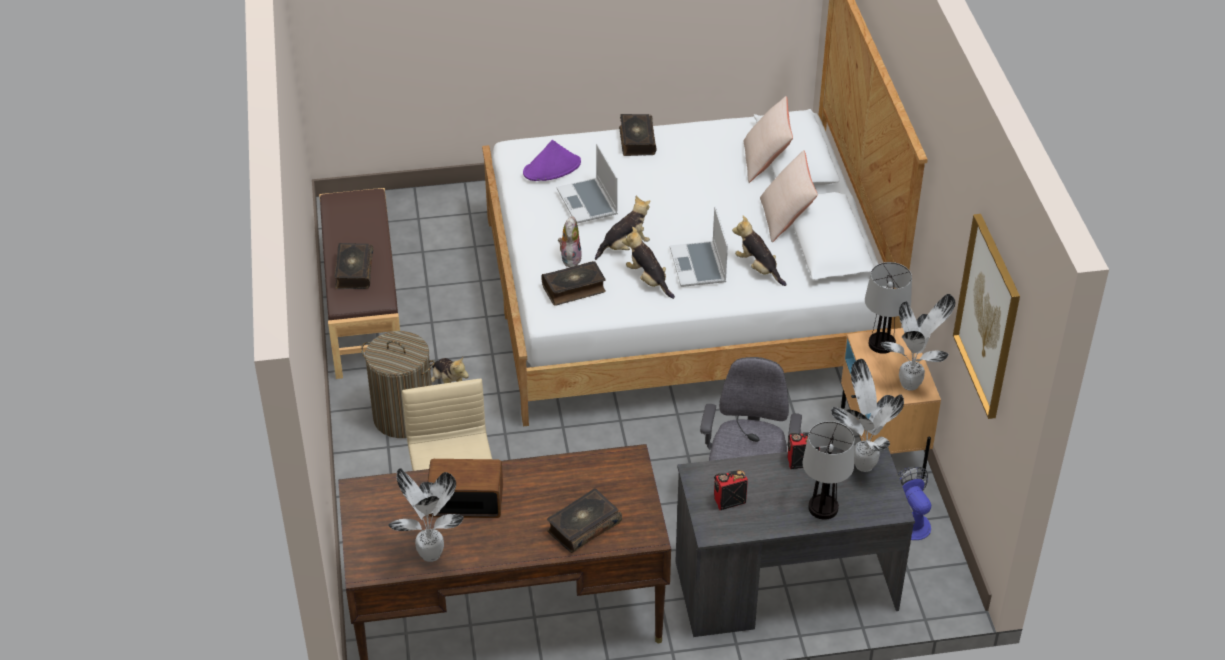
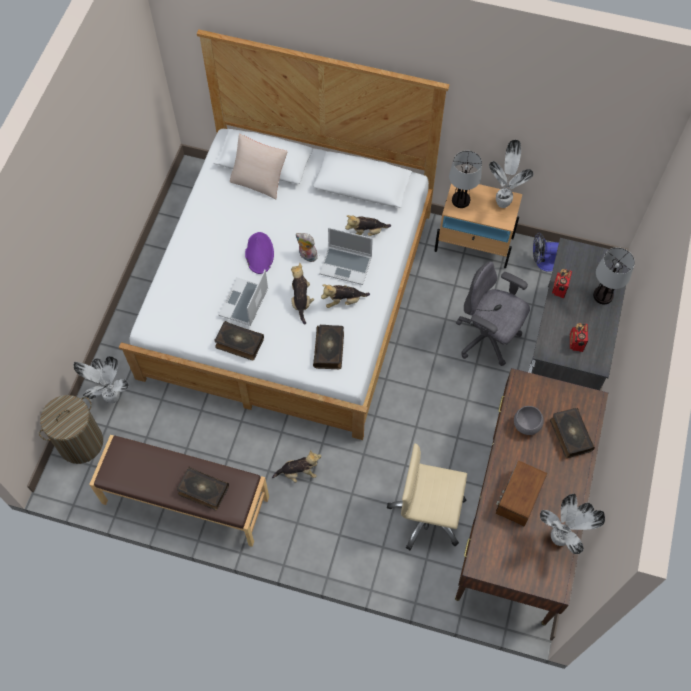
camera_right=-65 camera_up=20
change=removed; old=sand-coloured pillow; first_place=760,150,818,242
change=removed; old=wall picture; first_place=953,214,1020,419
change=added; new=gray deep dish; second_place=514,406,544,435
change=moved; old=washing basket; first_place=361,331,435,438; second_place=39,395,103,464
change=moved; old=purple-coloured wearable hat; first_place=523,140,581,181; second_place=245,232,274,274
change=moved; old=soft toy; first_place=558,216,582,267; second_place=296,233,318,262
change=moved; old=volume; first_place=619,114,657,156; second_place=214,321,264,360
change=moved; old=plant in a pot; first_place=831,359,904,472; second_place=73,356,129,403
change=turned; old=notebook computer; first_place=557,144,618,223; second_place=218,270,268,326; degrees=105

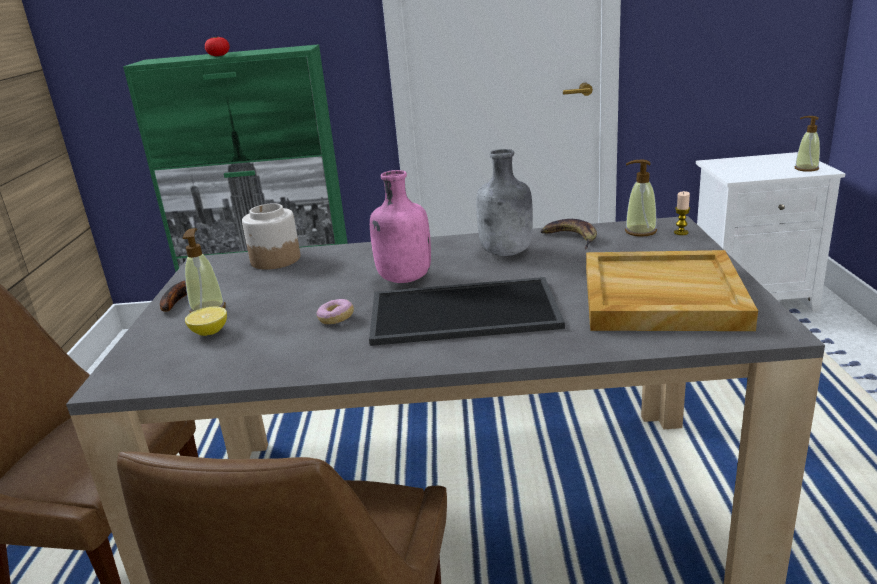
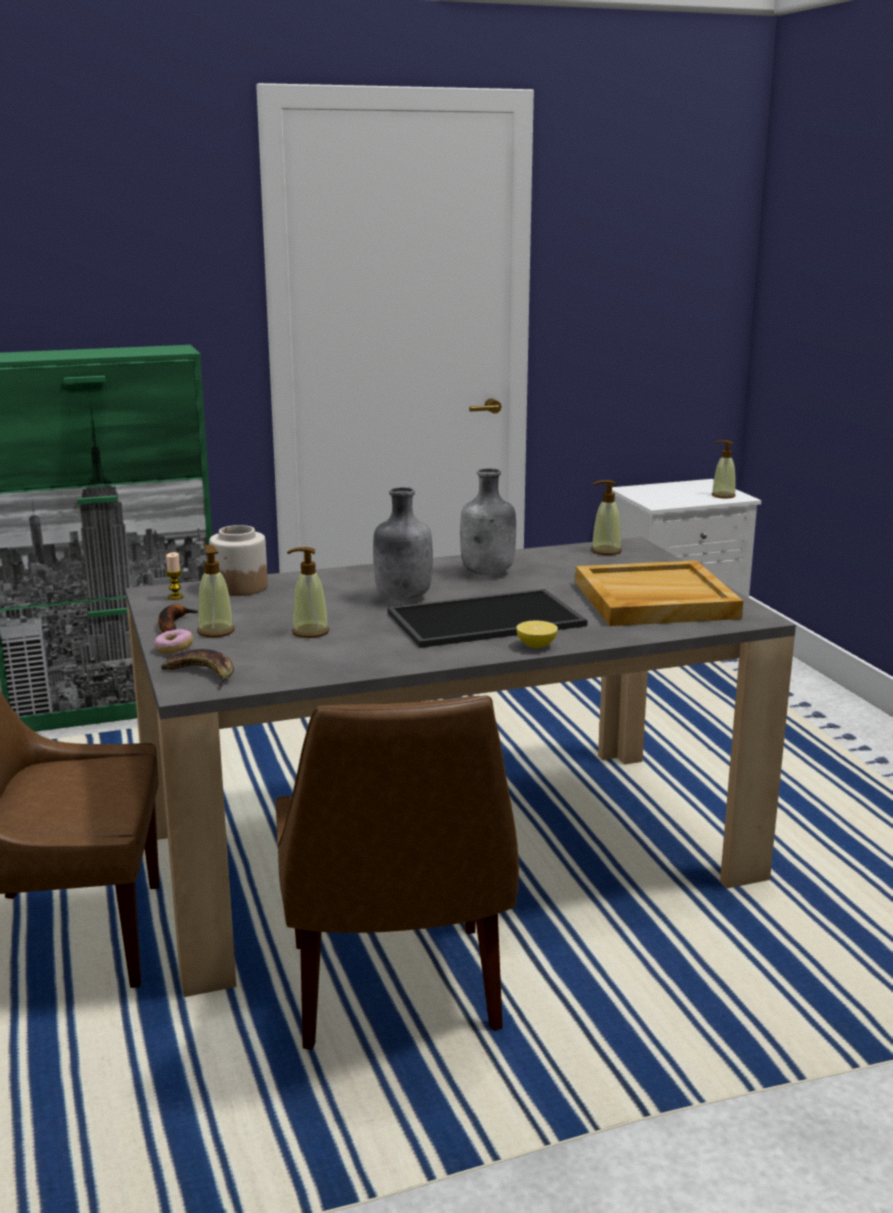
camera_right=-20 camera_up=-5
change=removed; old=tomato; first_place=205,37,230,56
change=added; new=liquid soap bottle; second_place=287,547,329,638
change=moved; old=whole lemon; first_place=185,307,227,336; second_place=516,621,558,648
change=moved; old=ring doughnut; first_place=317,299,354,324; second_place=154,629,193,654
change=moved; old=whole banana; first_place=541,219,597,249; second_place=161,649,234,690
change=moved; old=wax light; first_place=674,191,690,235; second_place=166,552,184,600
change=recoloured; old=pink bottle; new=gray bottle; first_place=370,170,431,283; second_place=373,487,433,600

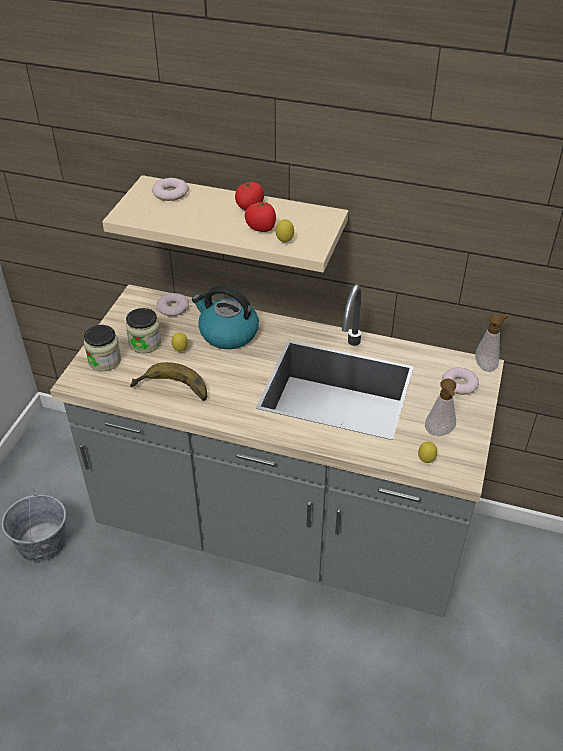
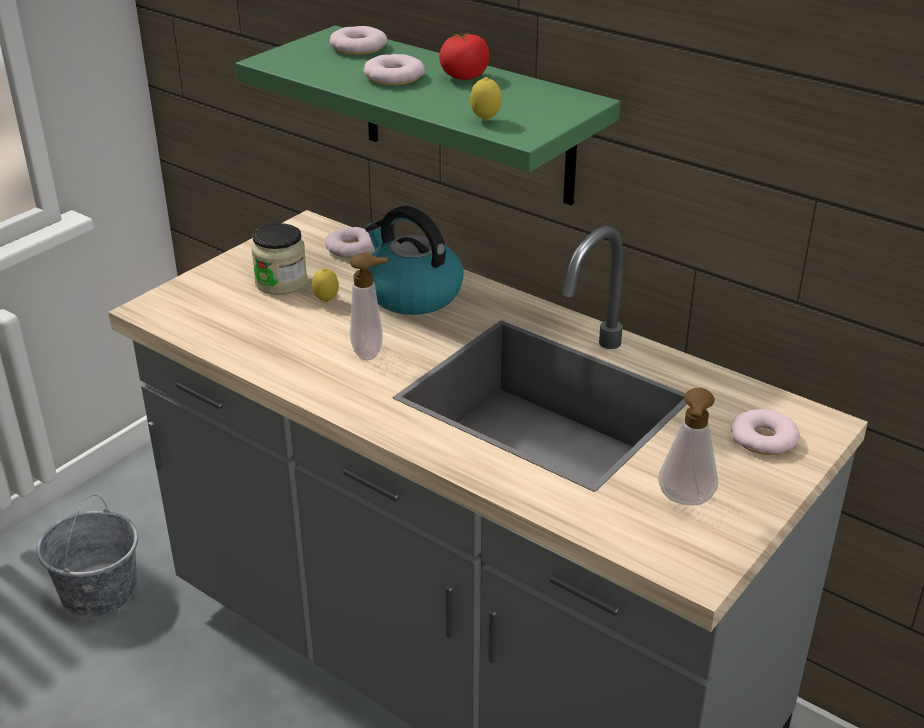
camera_right=20 camera_up=-10
change=removed; old=storage jar; first_place=84,325,122,371
change=removed; old=whole banana; first_place=130,362,207,401
change=removed; old=tomato; first_place=245,200,276,232
change=removed; old=whole lemon; first_place=418,441,437,463
change=added; new=ring doughnut; second_place=363,54,425,85
change=moved; old=liquid soap bottle; first_place=475,314,509,372; second_place=350,253,387,360
change=recoloured; old=sand-coloured shelf; new=greenish shelf; first_place=102,175,348,273; second_place=236,26,620,206

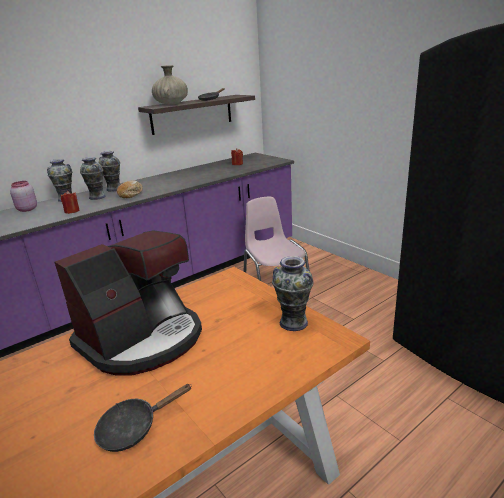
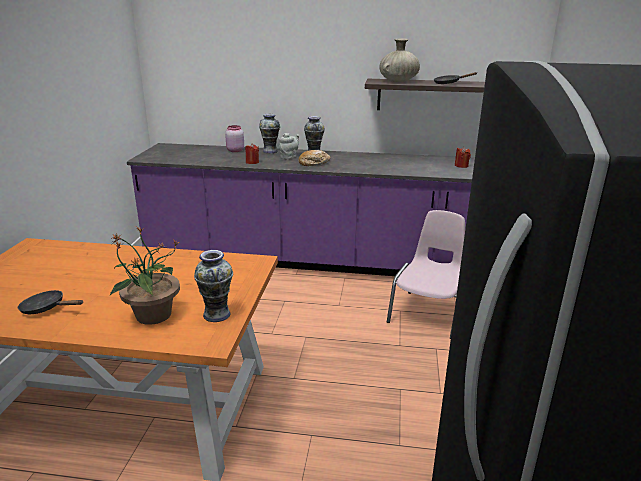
camera_right=45 camera_up=0
change=removed; old=coffee maker; first_place=55,230,202,376
change=added; new=plant in a pot; second_place=110,227,180,325
change=replaced; old=decorative vase; new=gray tea pot; first_place=80,157,106,200; second_place=279,133,299,159

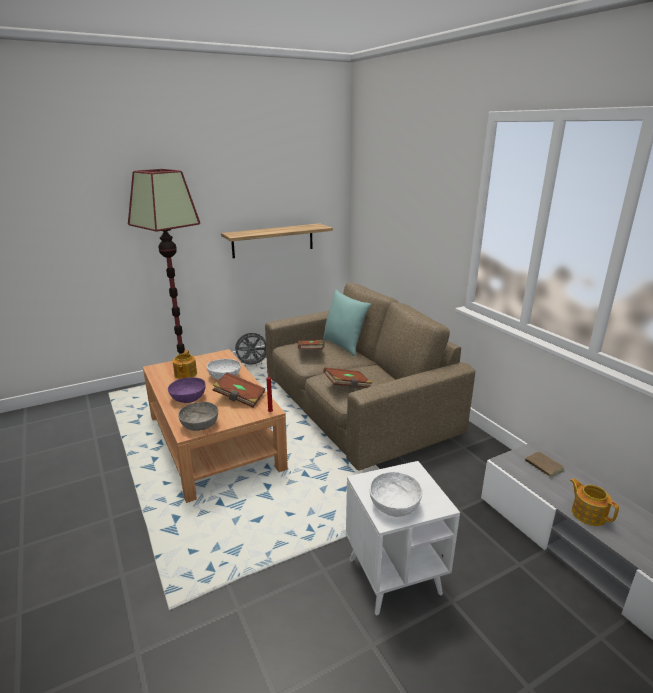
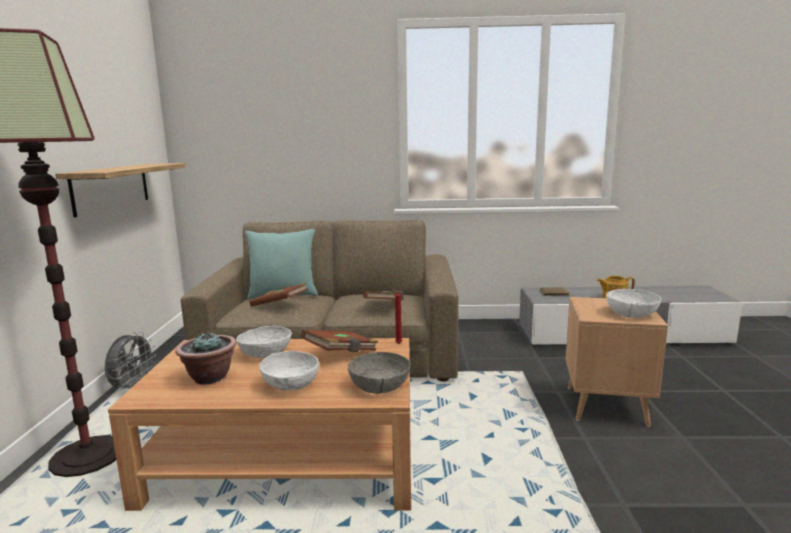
camera_right=-60 camera_up=-10
change=replaced; old=tea pot; new=plant in a pot; first_place=173,350,197,379; second_place=175,331,236,385
change=recoloured; old=purple-coloured deep dish; new=whitish deep dish; first_place=168,377,206,403; second_place=259,351,319,390
change=recoloured; old=whitish end table; new=brown-coloured end table; first_place=346,461,460,615; second_place=565,297,668,427

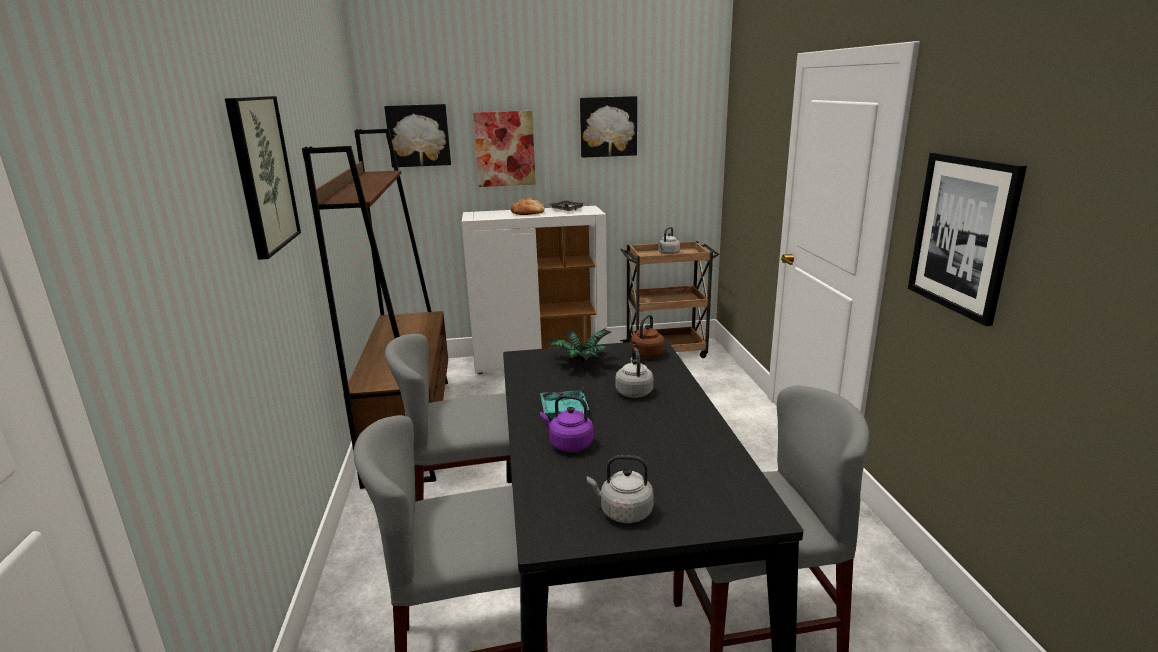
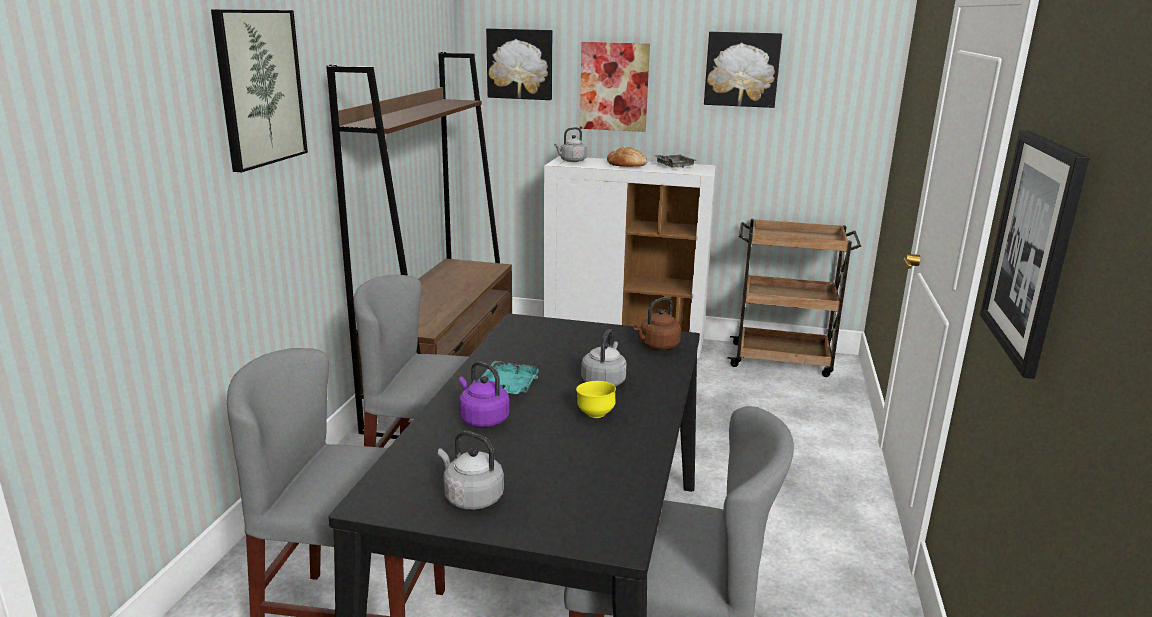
camera_right=20 camera_up=0
change=removed; old=plant in a pot; first_place=547,328,616,362
change=added; new=yellowish deep dish; second_place=576,381,616,418
change=moved; old=gray water kettle; first_place=658,227,680,255; second_place=554,127,587,162

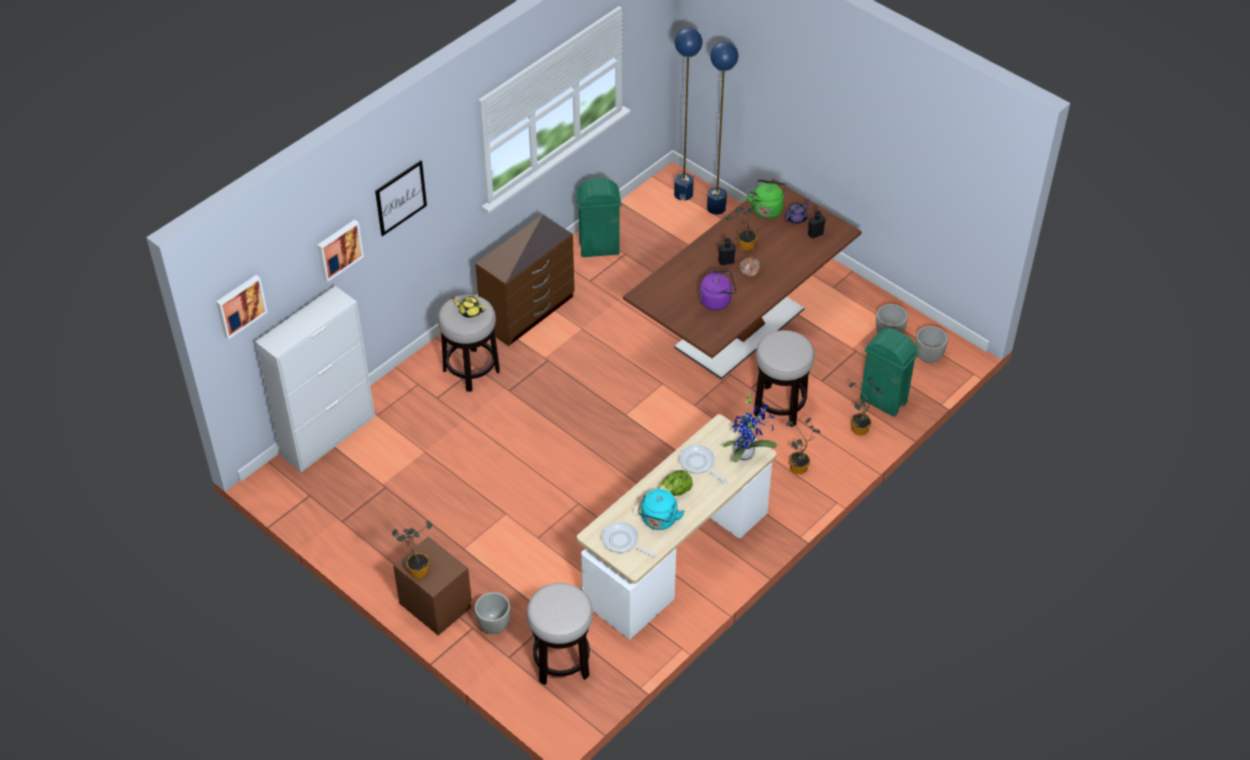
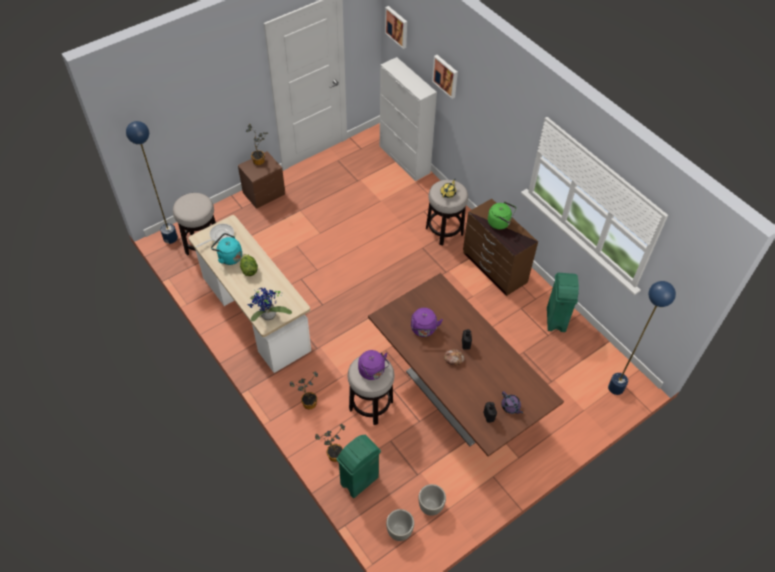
camera_right=100 camera_up=5
change=removed; old=wall picture; first_place=375,160,427,236
change=removed; old=gray plant pot; first_place=474,592,511,634
change=removed; old=frying pan; first_place=679,445,728,484
change=removed; old=plant in a pot; first_place=725,191,762,251
change=added; new=purple-coloured water kettle; second_place=358,350,389,380
change=moved; old=bluish floor lamp; first_place=707,42,739,215; second_place=126,121,178,244
change=moved; old=greenish water kettle; first_place=746,179,786,219; second_place=488,202,516,229

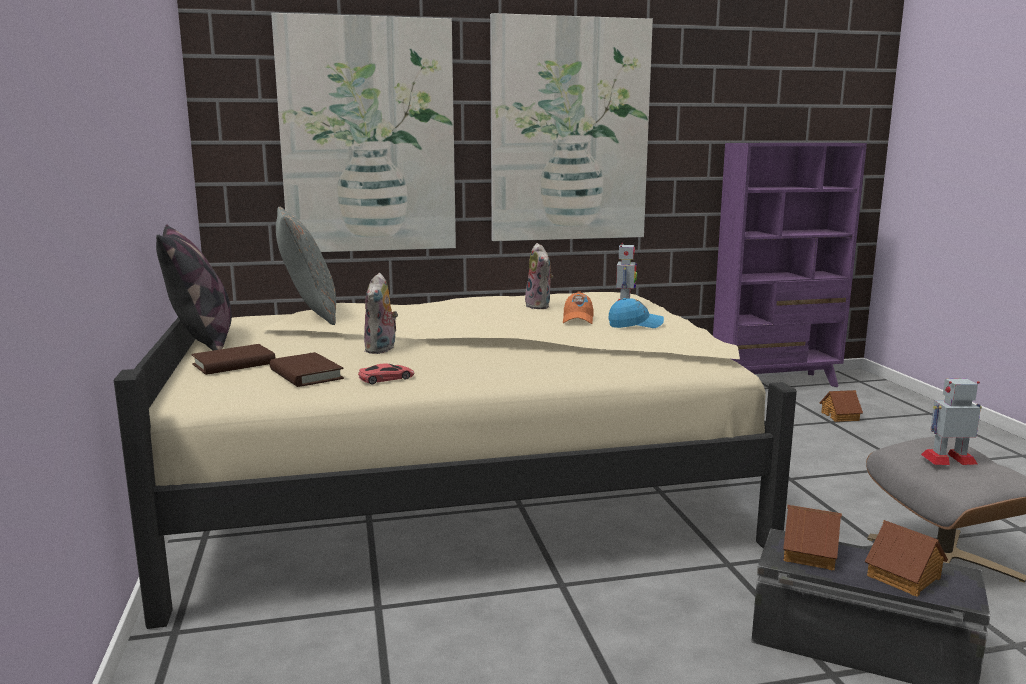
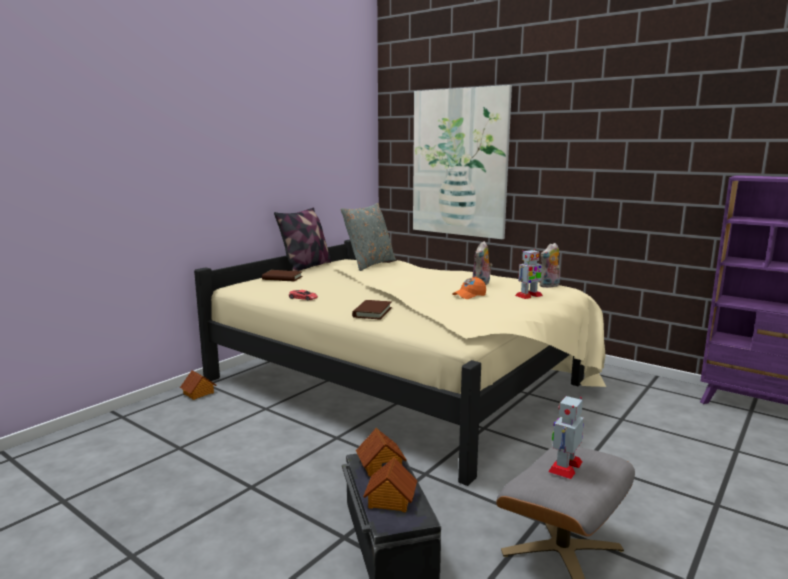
camera_right=50 camera_up=0
change=removed; old=wall picture; first_place=490,13,653,241
change=removed; old=bluish baseball cap; first_place=609,298,664,328
change=moved; old=brown-coloured volume; first_place=270,352,344,387; second_place=352,300,392,320
change=moved; old=soft toy; first_place=364,273,398,354; second_place=540,243,560,288
change=moved; old=model house; first_place=819,390,863,422; second_place=180,370,217,400
change=turned; old=toy robot; first_place=921,379,982,465; second_place=548,396,584,479; degrees=-105

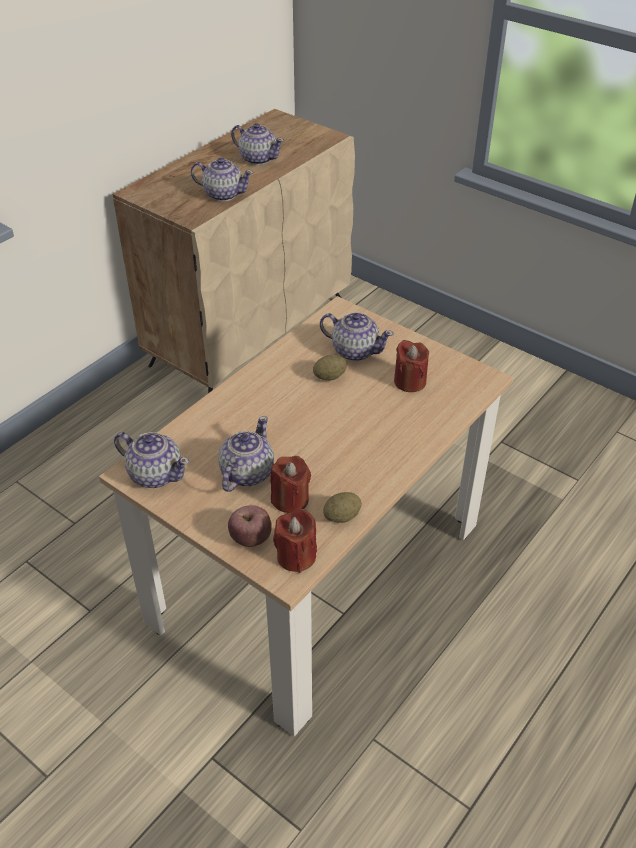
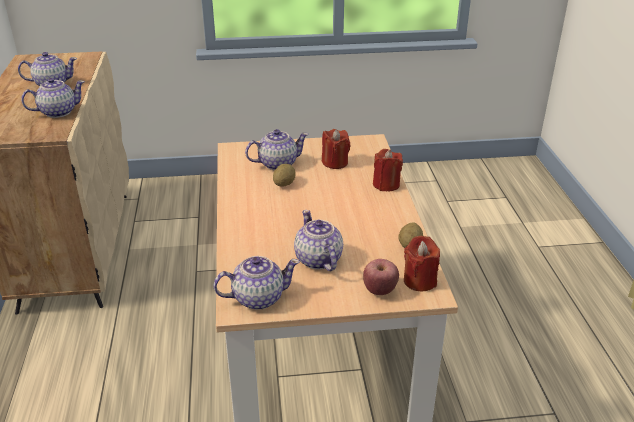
camera_right=-45 camera_up=-10
change=moved; old=red wax light; first_place=270,456,311,513; second_place=373,149,403,191

